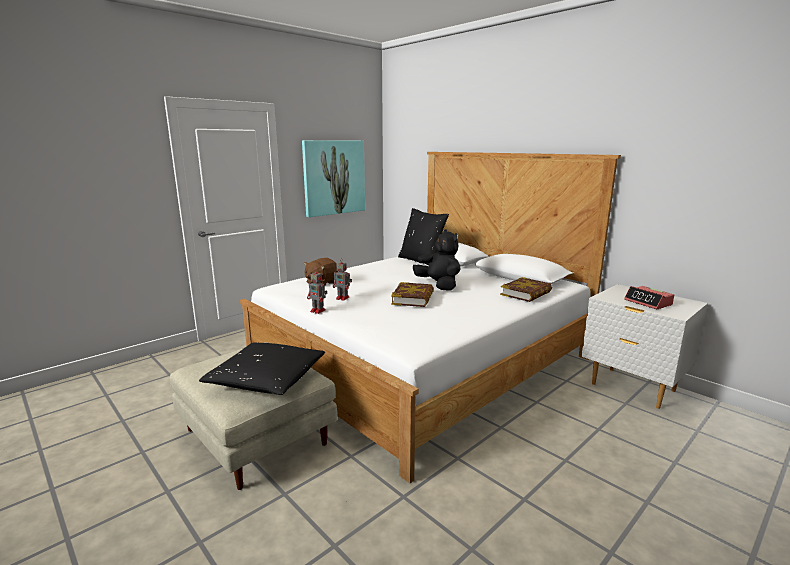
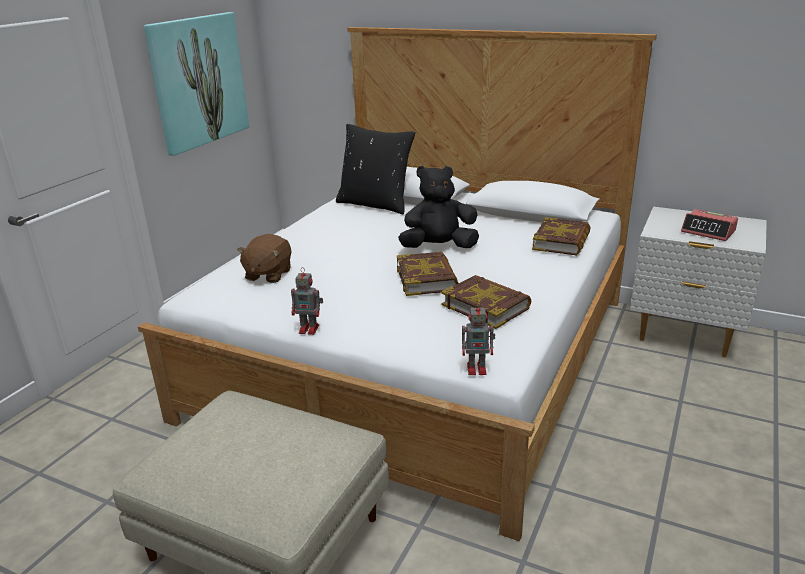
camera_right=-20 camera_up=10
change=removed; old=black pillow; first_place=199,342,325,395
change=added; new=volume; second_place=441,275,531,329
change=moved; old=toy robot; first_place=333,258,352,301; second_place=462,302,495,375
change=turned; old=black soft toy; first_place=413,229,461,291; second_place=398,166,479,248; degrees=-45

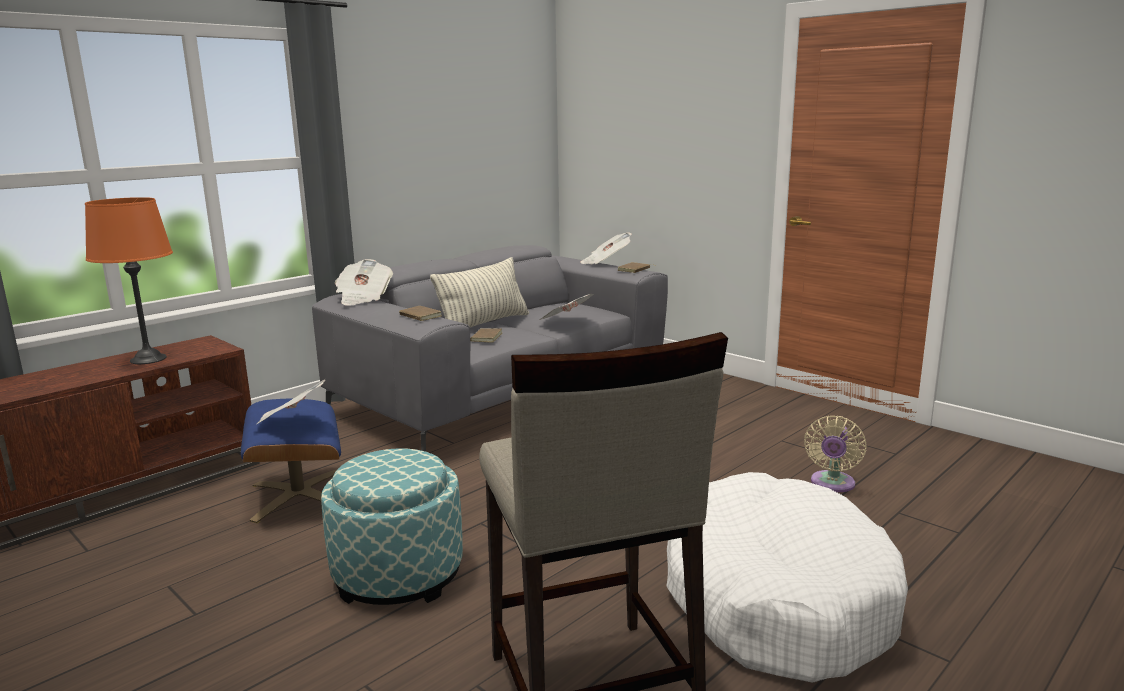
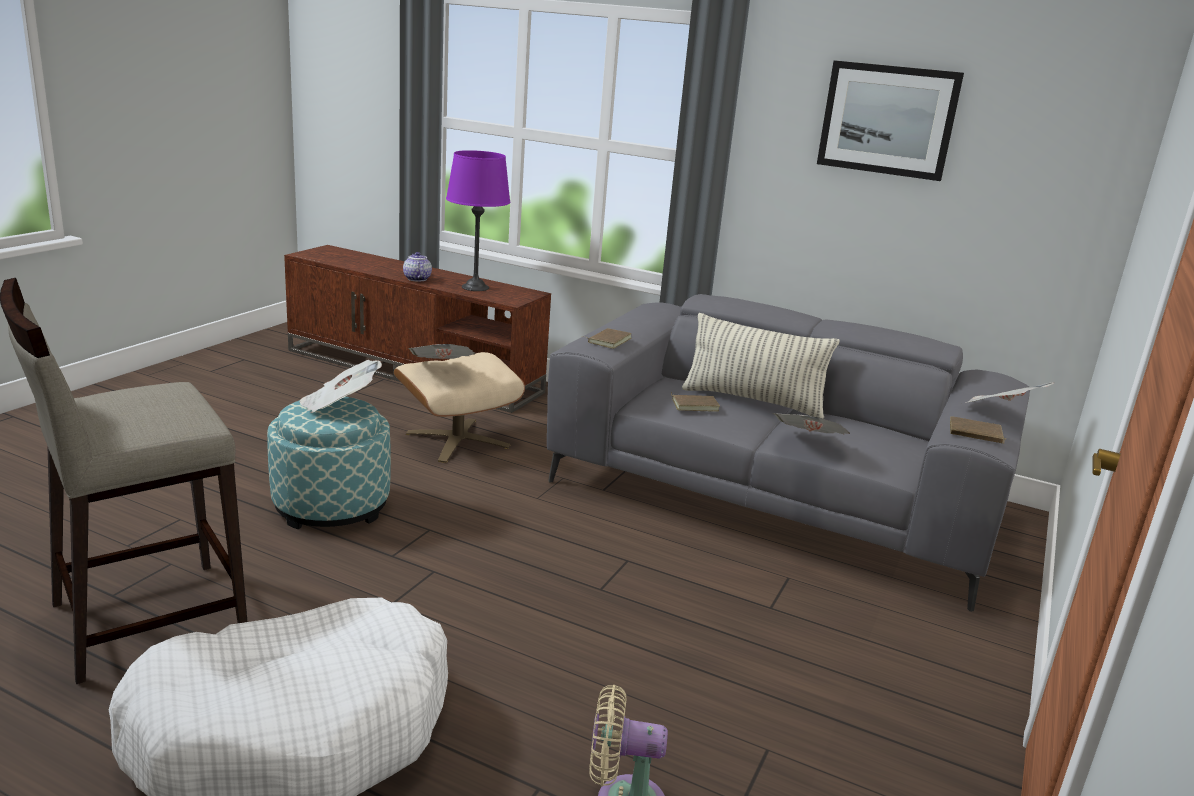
camera_right=70 camera_up=5
change=added; new=tea pot; second_place=403,252,432,281
change=added; new=wall picture; second_place=817,61,964,181
change=moved; old=printed paper; first_place=335,259,393,305; second_place=299,360,382,413
change=recoloured; old=orange-coloured tabletop lamp; new=purple-coloured tabletop lamp; first_place=85,197,173,364; second_place=446,150,510,291
change=recoloured; old=bluish pouffe; new=sand-coloured pouffe; first_place=241,399,341,523; second_place=394,352,525,463

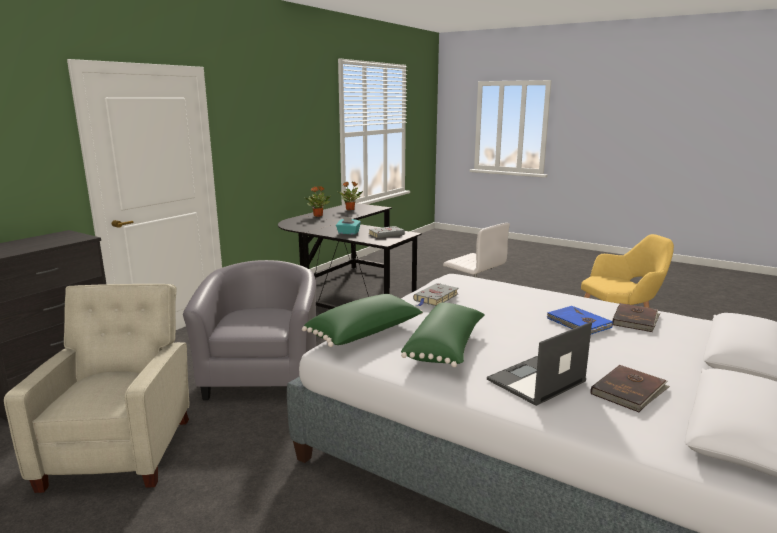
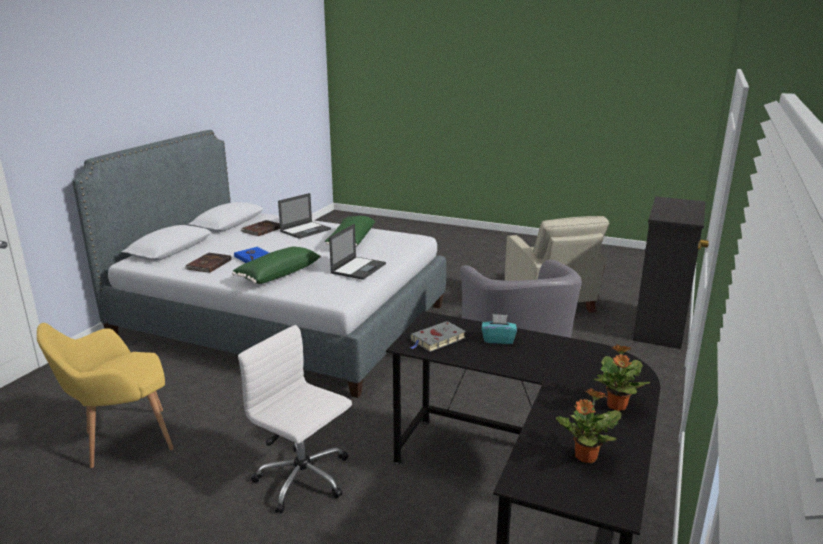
camera_right=170 camera_up=5
change=moved; old=greenish pillow; first_place=302,294,423,347; second_place=232,246,321,284
change=replaced; old=gray volume; new=notebook computer; first_place=413,283,458,306; second_place=329,224,386,280

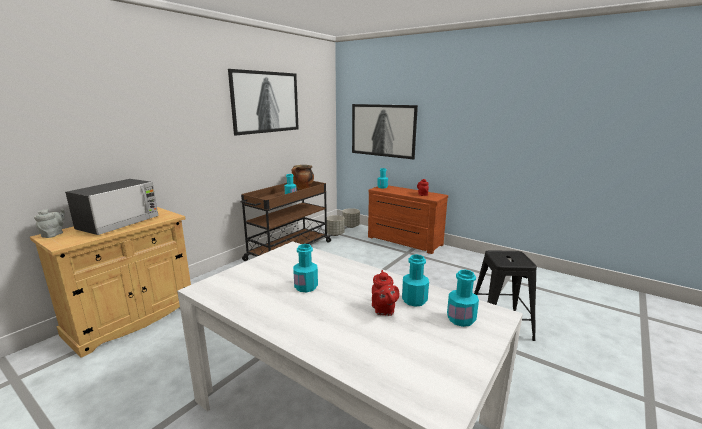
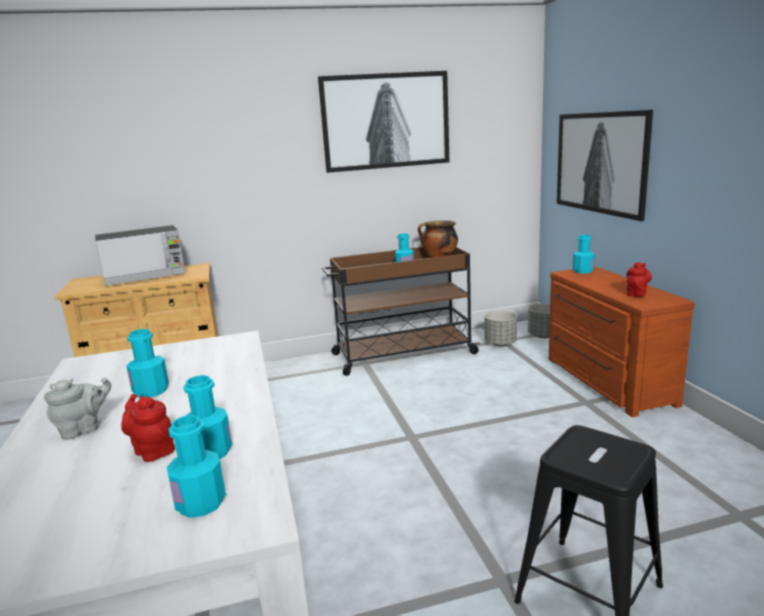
camera_right=40 camera_up=0
change=moved; old=gray tea pot; first_place=34,209,65,238; second_place=44,378,111,440
change=turned; old=red tea pot; first_place=372,270,399,316; second_place=121,394,175,462; degrees=105

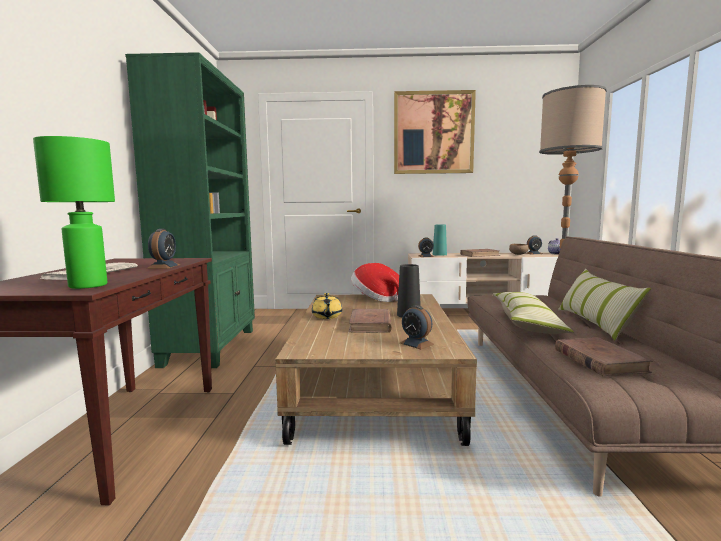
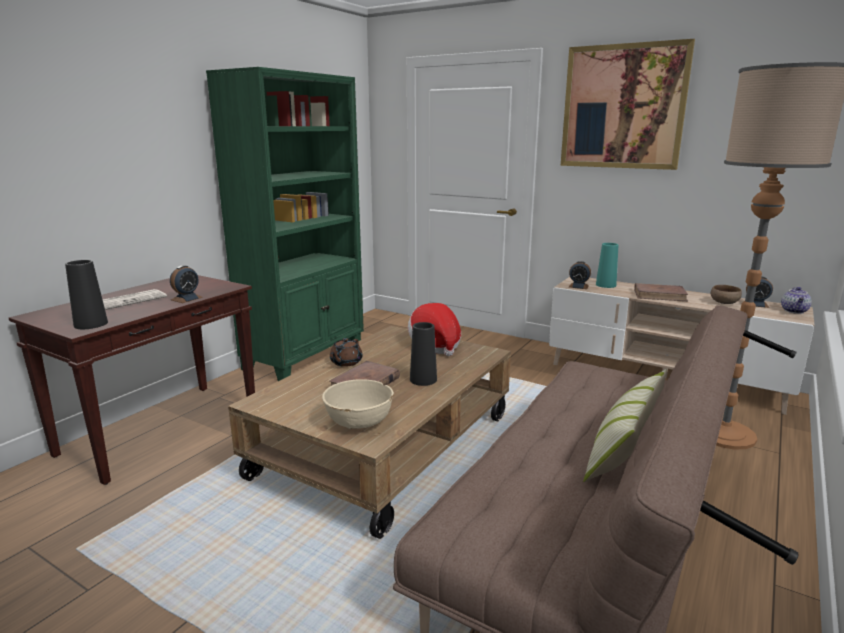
camera_right=30 camera_up=10
change=removed; old=pillow; first_place=493,292,574,334
change=removed; old=brown-coloured volume; first_place=555,338,653,376
change=replaced; old=greenish tabletop lamp; new=black decorative vase; first_place=33,136,115,289; second_place=65,260,108,329
change=replaced; old=alarm clock; new=sand-coloured deep dish; first_place=400,305,434,349; second_place=322,379,394,429
change=recoloured; old=yellowish tea pot; new=brown-coloured tea pot; first_place=312,293,342,319; second_place=330,338,363,367

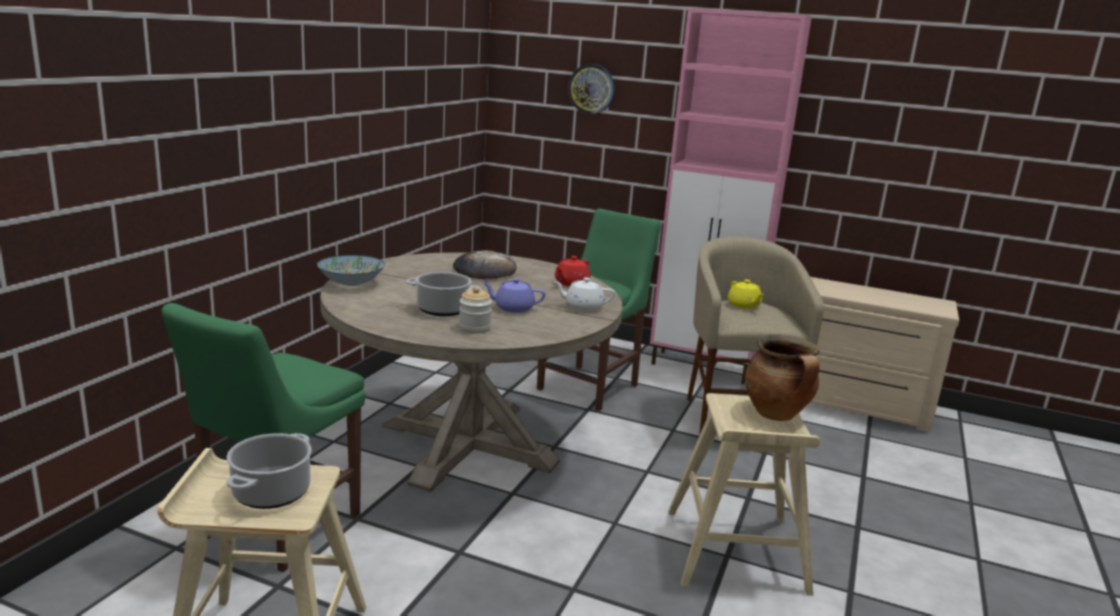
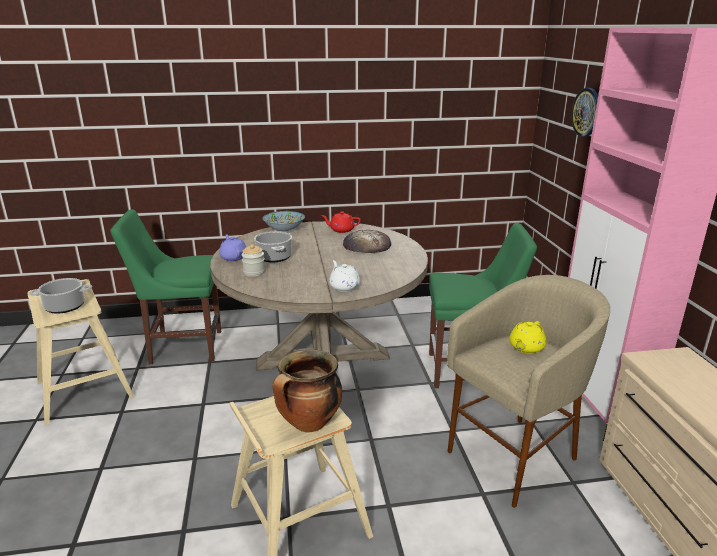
camera_right=60 camera_up=5
change=moved; old=purple-coloured tea pot; first_place=482,278,546,313; second_place=219,234,246,261
change=moved; old=red tea pot; first_place=555,256,591,286; second_place=321,211,361,233

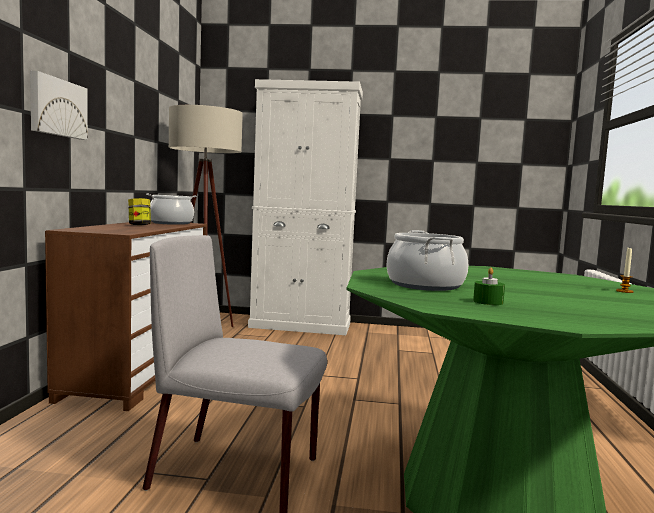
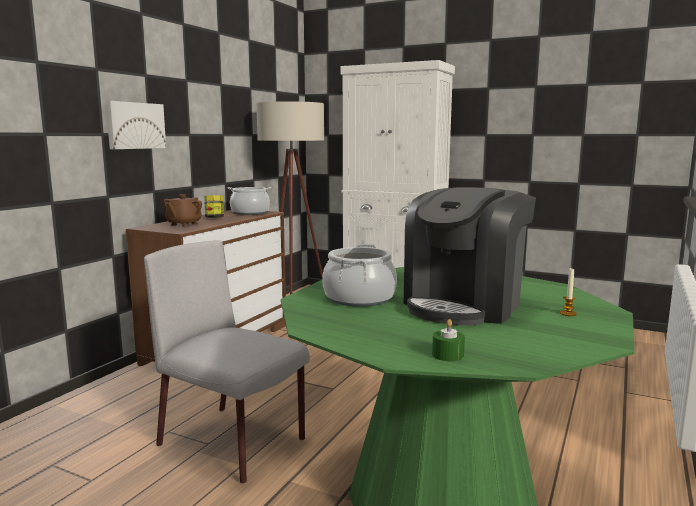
camera_right=20 camera_up=5
change=added; new=brown-coloured tea pot; second_place=164,194,202,227
change=added; new=coffee maker; second_place=404,187,536,325
change=moved; old=greenish wax light; first_place=473,268,505,305; second_place=432,319,465,361

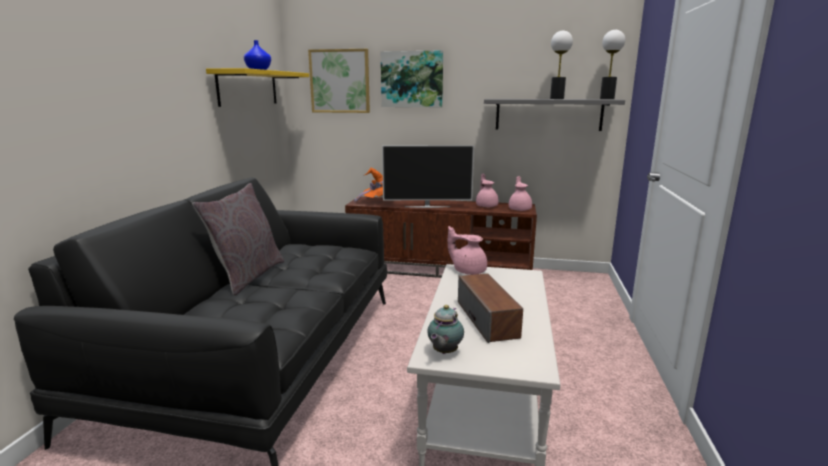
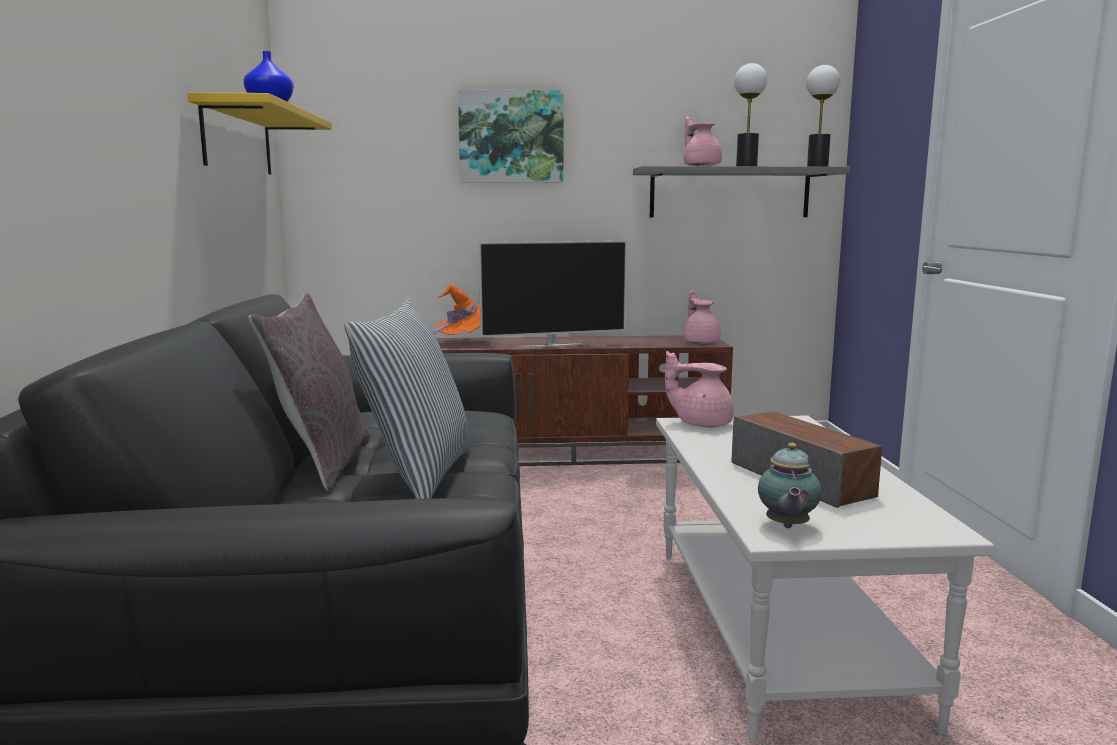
camera_right=-15 camera_up=-5
change=removed; old=wall picture; first_place=308,49,370,113
change=added; new=pillow; second_place=344,299,471,499
change=moved; old=pink tea pot; first_place=476,173,499,208; second_place=684,116,722,166

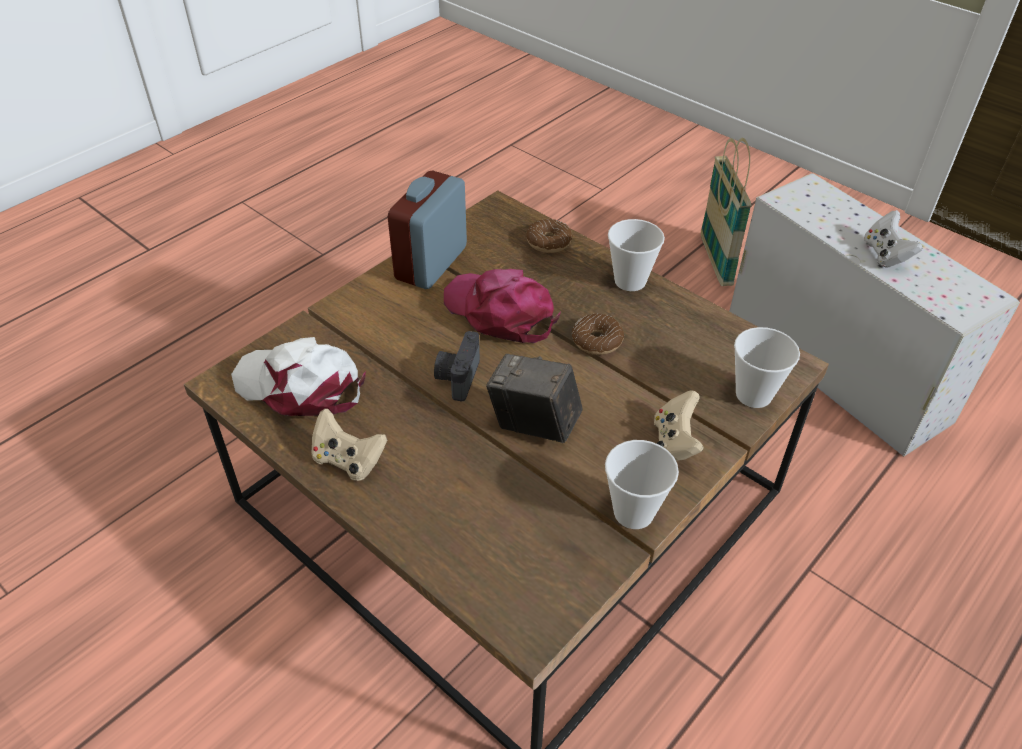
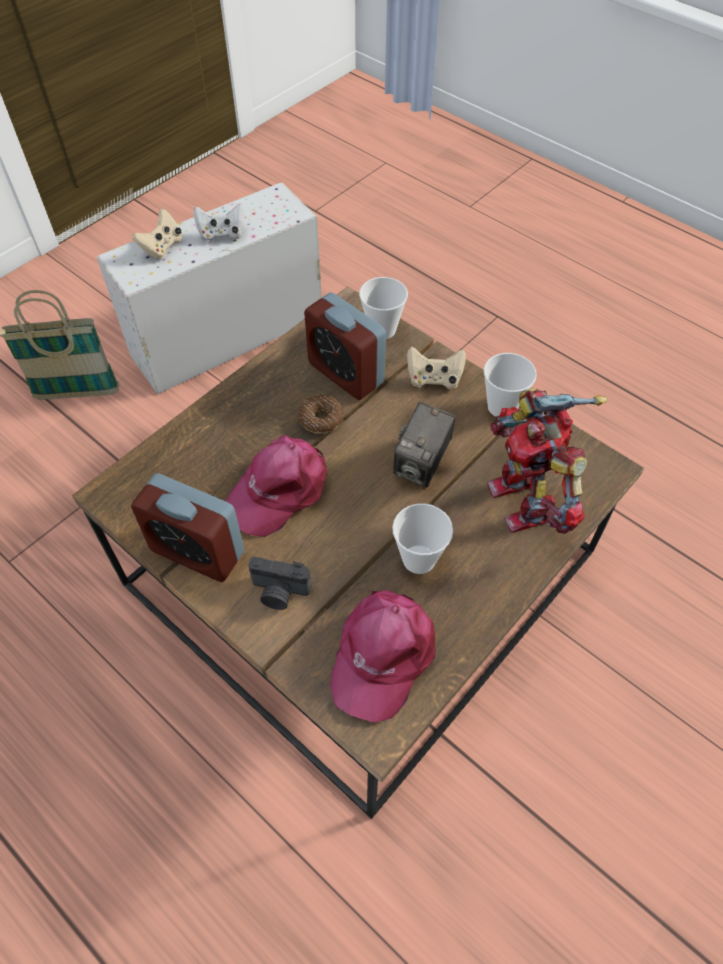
camera_right=-90 camera_up=10
change=removed; old=ring doughnut; first_place=526,219,573,253
change=added; new=alarm clock; second_place=304,292,386,400
change=added; new=toy robot; second_place=487,388,608,534
change=moved; old=sand-coloured gamepad; first_place=311,409,387,481; second_place=132,209,182,259
change=moved; old=photo camera; first_place=434,331,480,401; second_place=248,557,311,610
change=moved; old=small cup; first_place=608,219,665,291; second_place=392,503,453,574
change=recoloured; old=whitish baseball cap; new=pink baseball cap; first_place=231,337,365,416; second_place=330,591,435,723

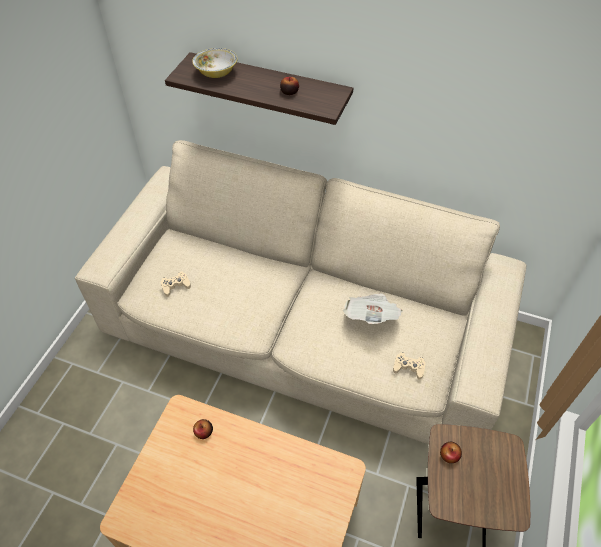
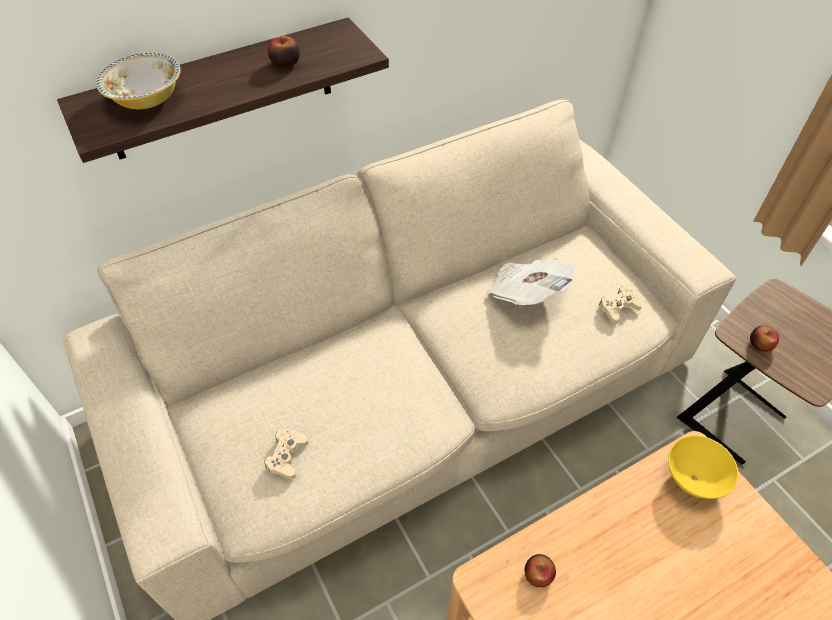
camera_right=-50 camera_up=0
change=added; new=yellowish deep dish; second_place=668,435,739,499

